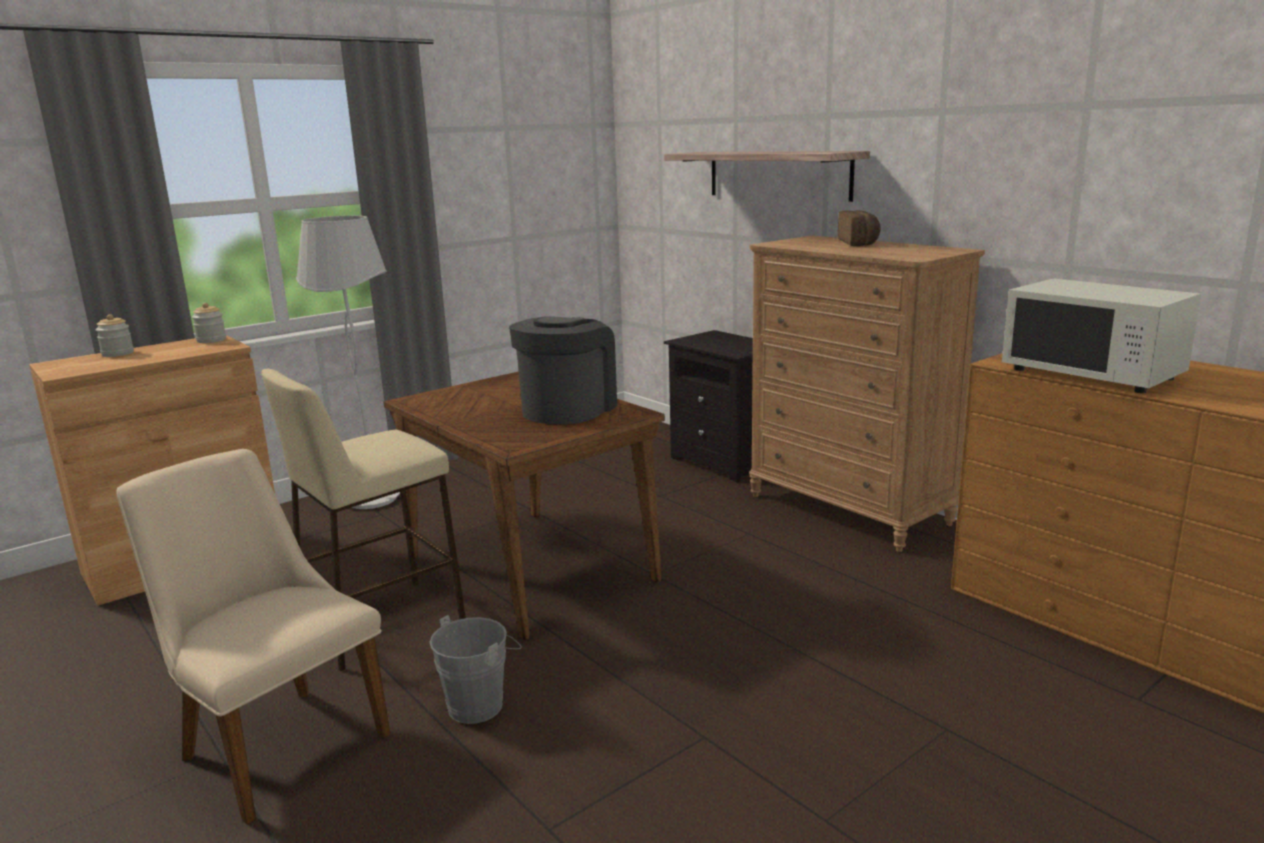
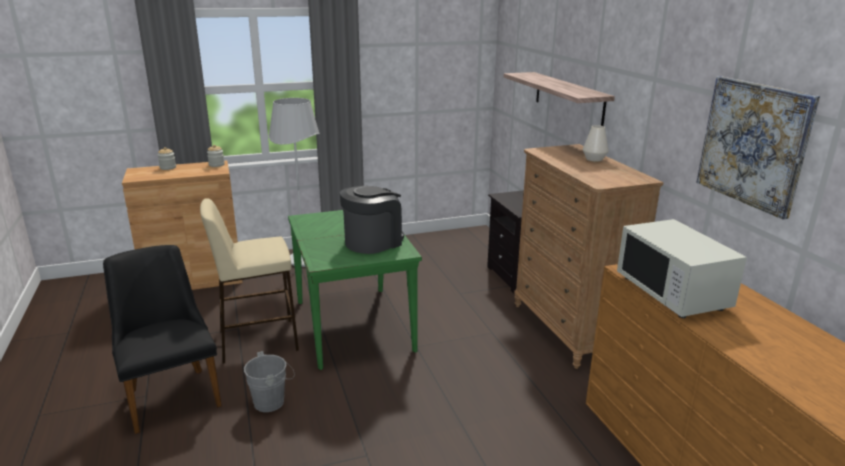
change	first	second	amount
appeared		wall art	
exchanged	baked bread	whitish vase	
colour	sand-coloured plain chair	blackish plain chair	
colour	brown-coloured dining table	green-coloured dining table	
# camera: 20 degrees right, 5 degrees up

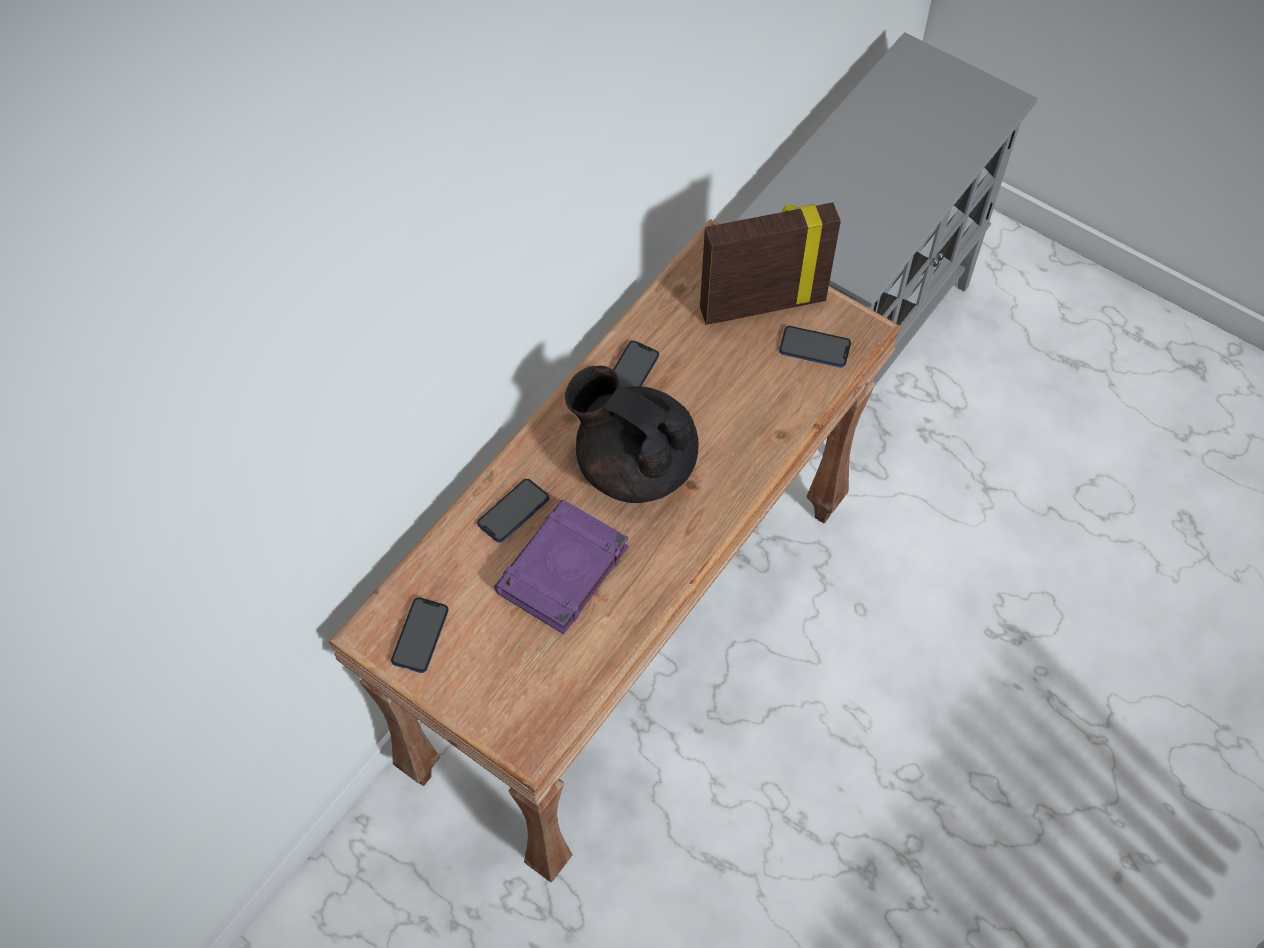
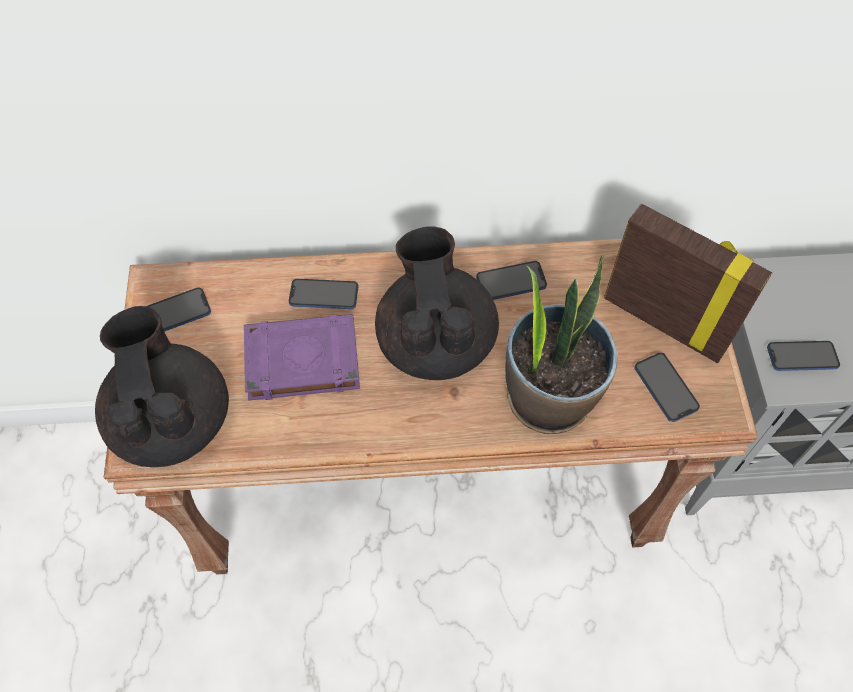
change	first	second	amount
appeared		blackish pot for tea (no. 1 from left)	
appeared		plant in a pot	
appeared		phone (no. 5 from left)	
# camera: 50 degrees right, 0 degrees up

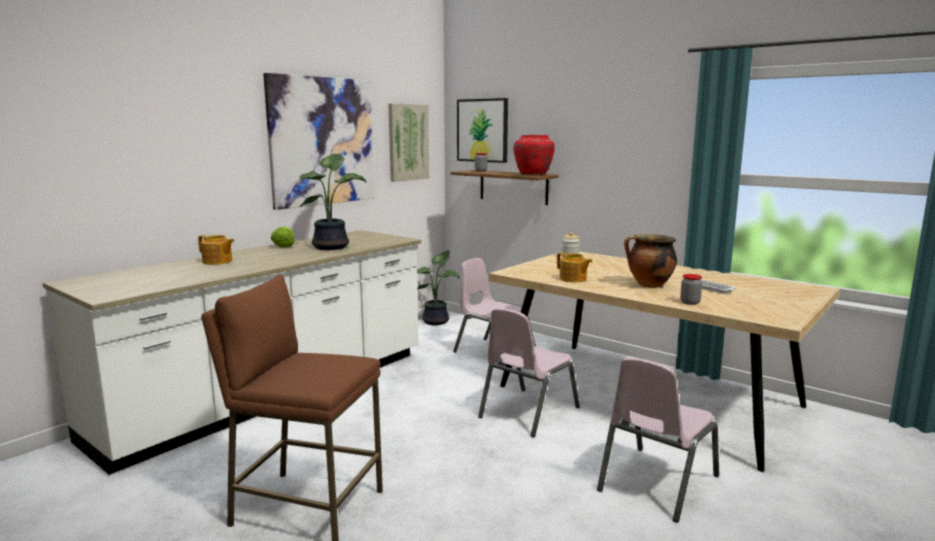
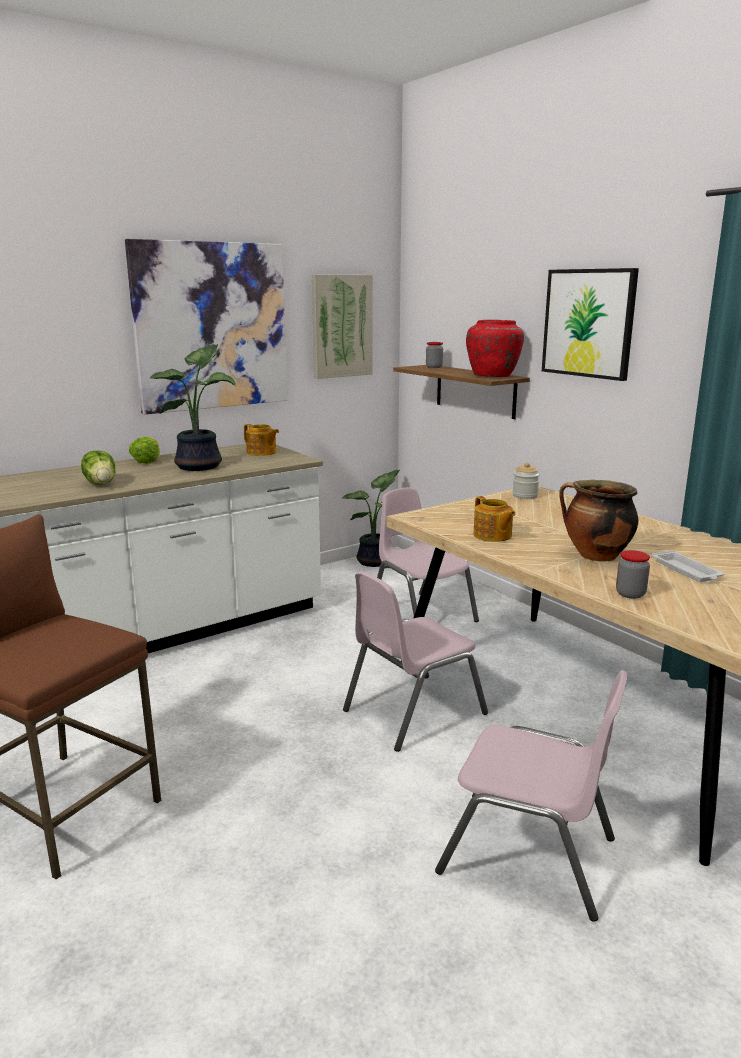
change	first	second	amount
appeared		lettuce head (no. 1 from left)	
relocated	pot for tea (no. 1 from left)		
relocated	wall art (no. 3 from left)		
spun	pink-coloured plain chair (no. 3 from left)		120 degrees counterclockwise
# camera: 15 degrees right, 5 degrees up

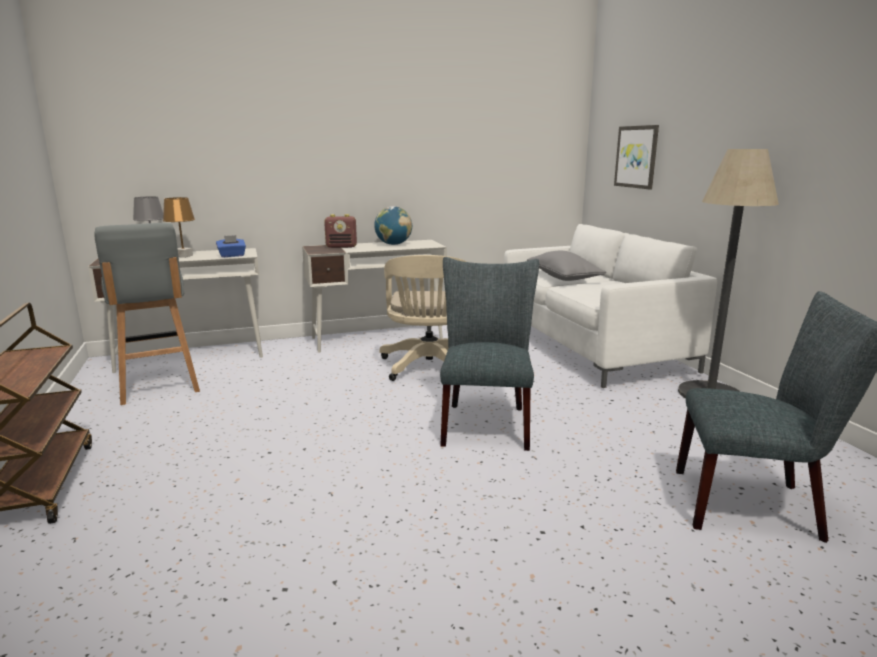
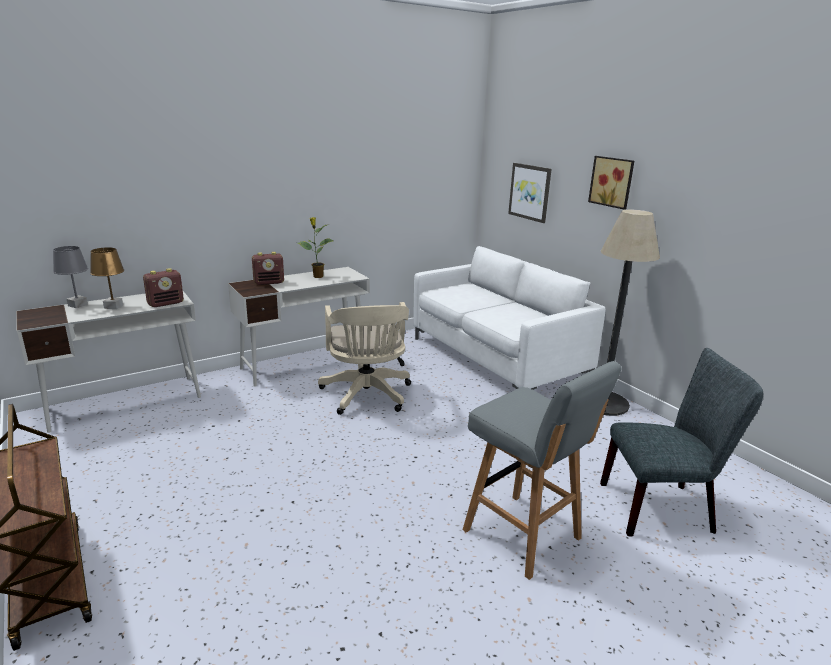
change	first	second	amount
missing	greyish plain chair (no. 1 from left)		
missing	greyish pillow		
appeared		wall art (no. 2 from left)	
relocated	greyish stool seat		
exchanged	bluish tissue holder	radio (no. 1 from left)	
exchanged	globe	plant in a pot	
# camera: 15 degrees left, 5 degrees up

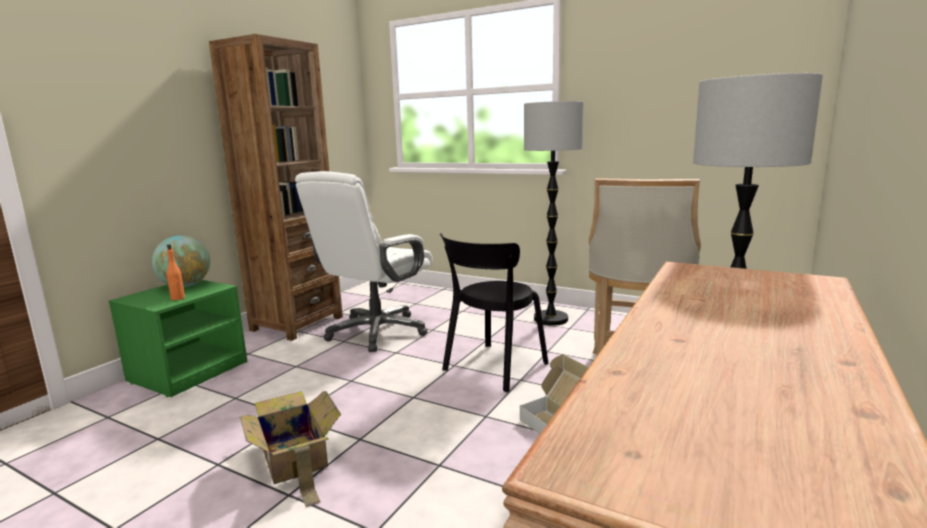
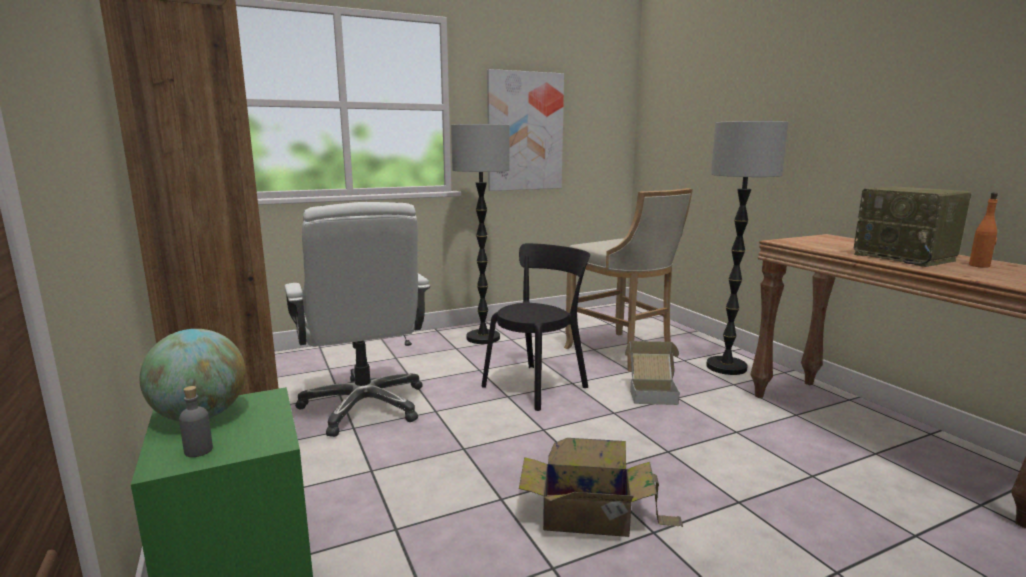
change	first	second	amount
appeared		greyish bottle	
appeared		wall art	
appeared		radio	
relocated	orange bottle		
spun	blackish plain chair		120 degrees counterclockwise
# camera: 55 degrees left, 0 degrees up

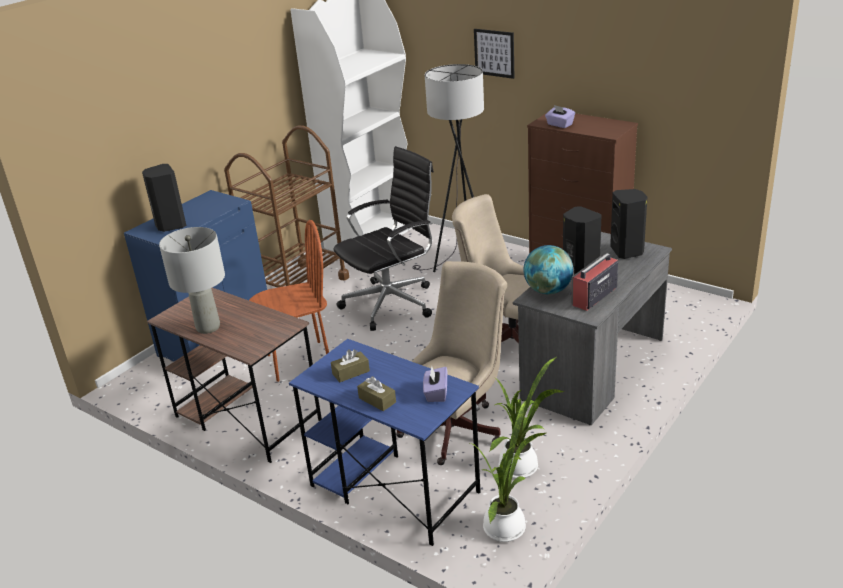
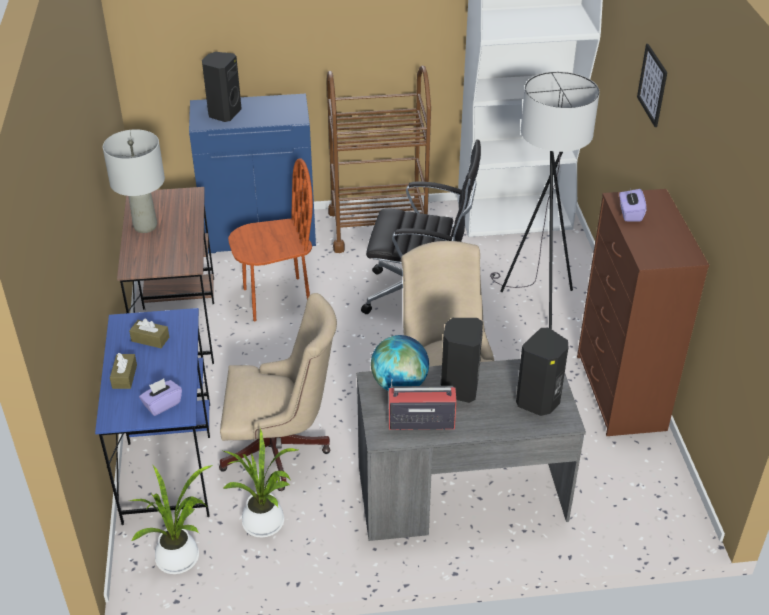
change	first	second	amount
spun	brown-coloured plain chair		45 degrees counterclockwise
# camera: 45 degrees right, 10 degrees up

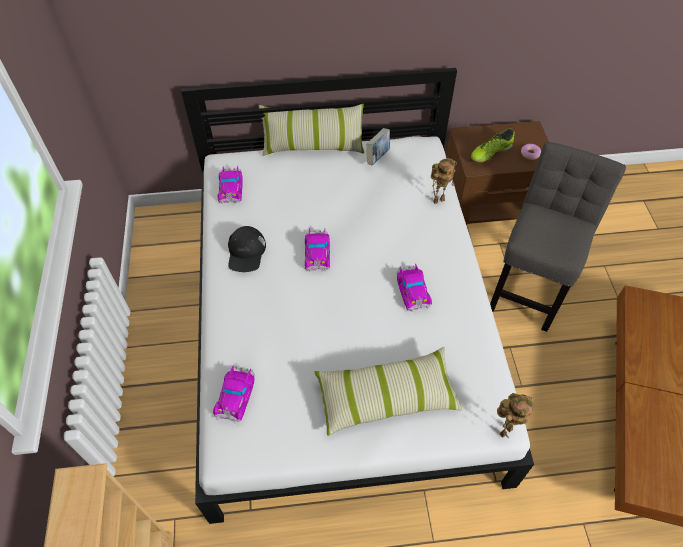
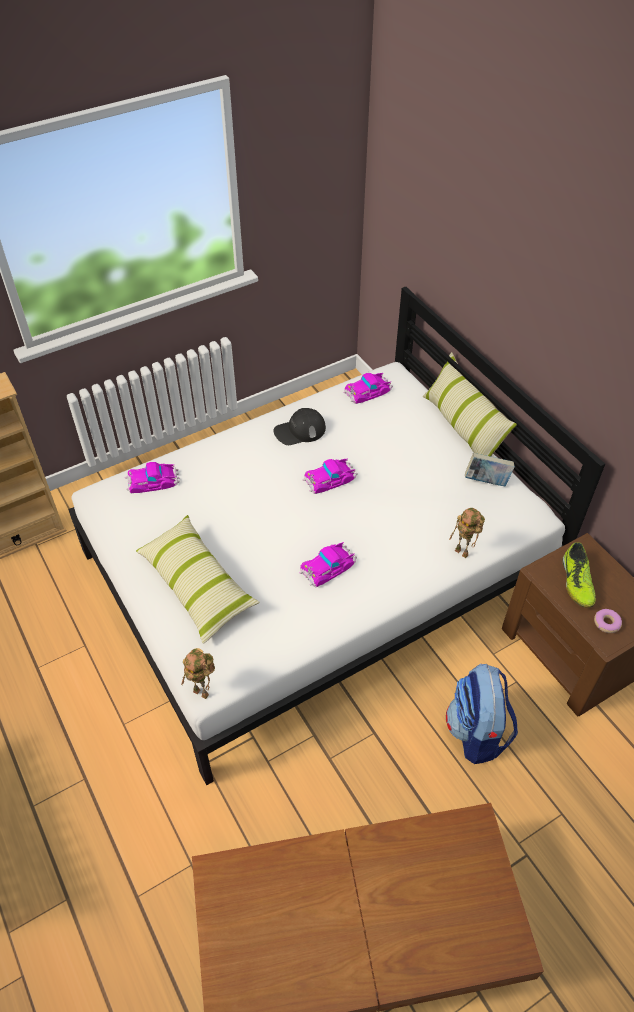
change	first	second	amount
exchanged	greyish plain chair	backpack	
spun	shoe		120 degrees counterclockwise
# camera: 65 degrees right, 5 degrees down

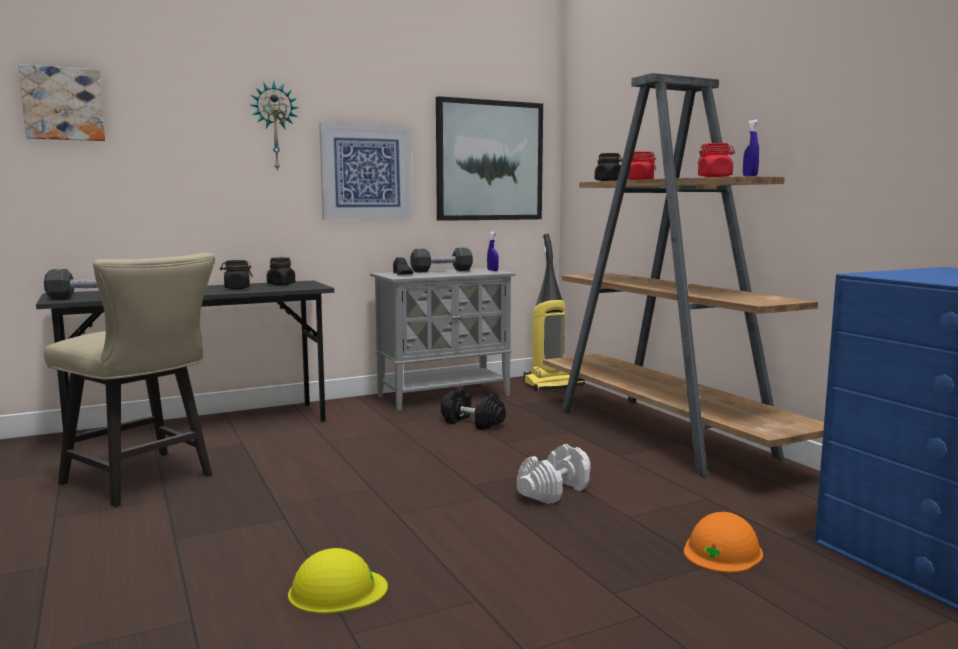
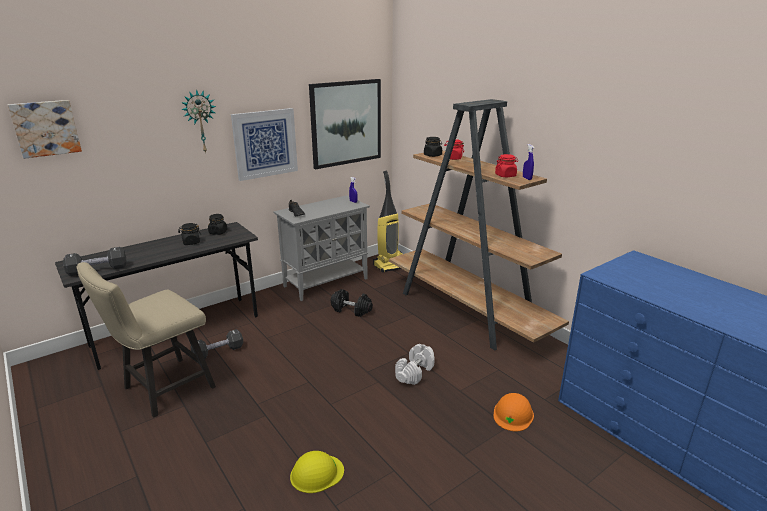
change	first	second	amount
relocated	blackish hand weight (no. 2 from left)		
spun	sand-coloured plain chair		105 degrees clockwise
# camera: 10 degrees left, 15 degrees up

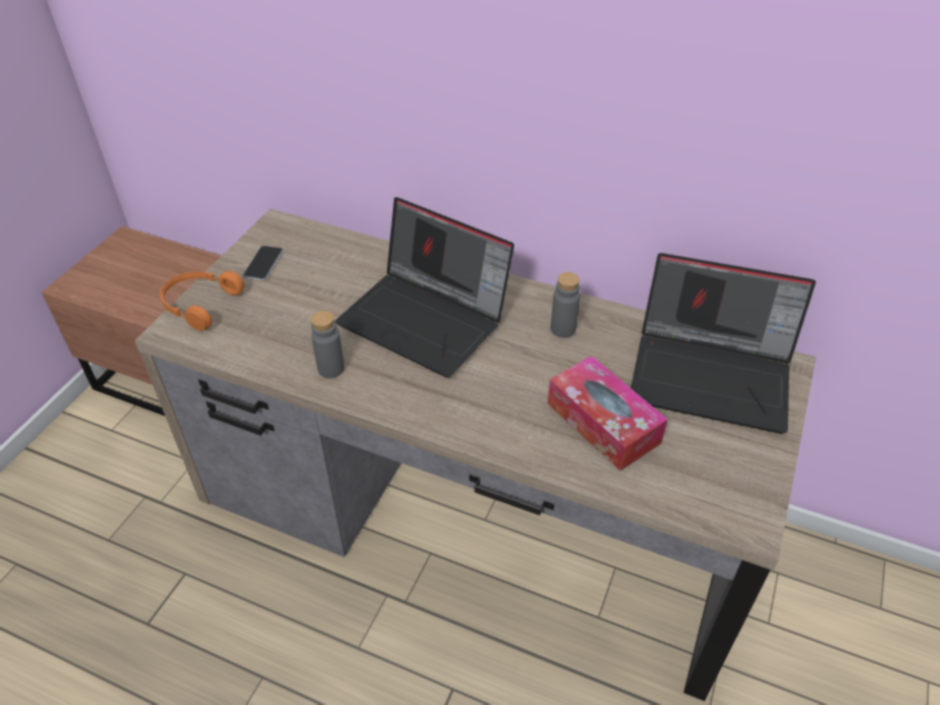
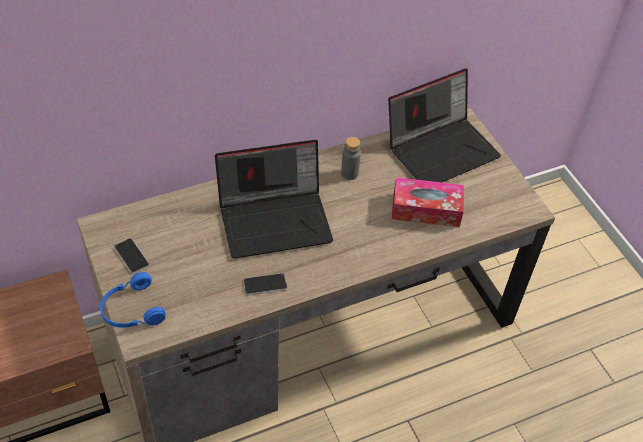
change	first	second	amount
exchanged	greyish bottle (no. 1 from left)	phone (no. 2 from left)	
colour	orange headset	bluish headset	
# camera: 50 degrees left, 5 degrees up

